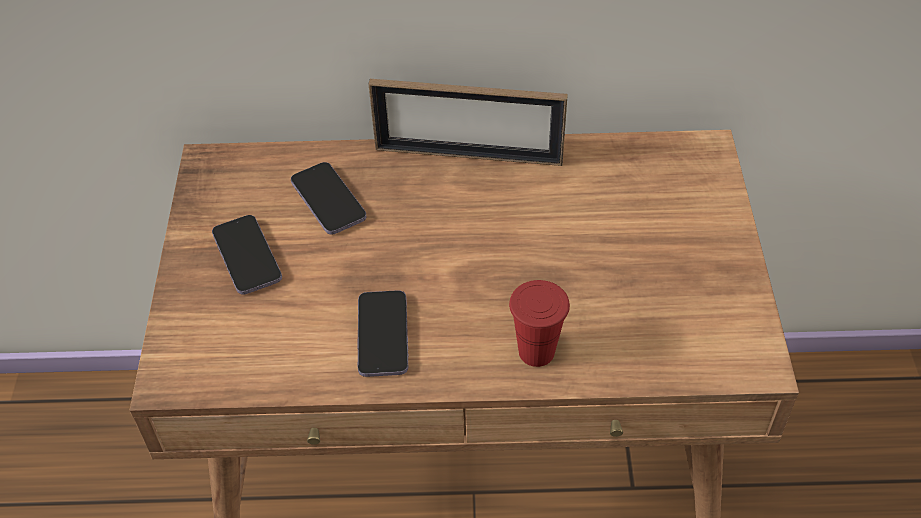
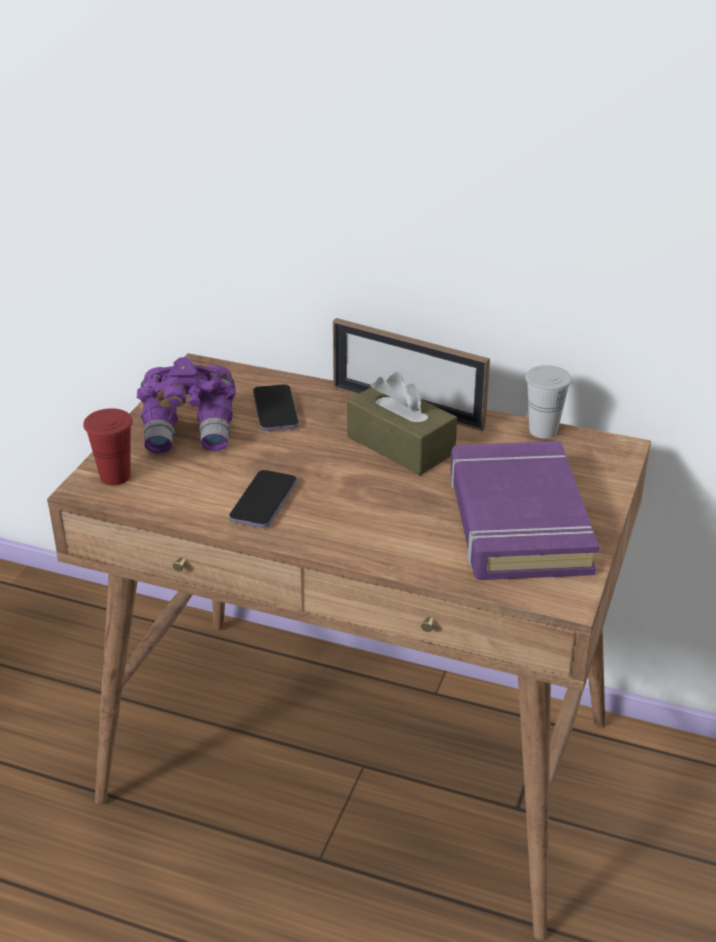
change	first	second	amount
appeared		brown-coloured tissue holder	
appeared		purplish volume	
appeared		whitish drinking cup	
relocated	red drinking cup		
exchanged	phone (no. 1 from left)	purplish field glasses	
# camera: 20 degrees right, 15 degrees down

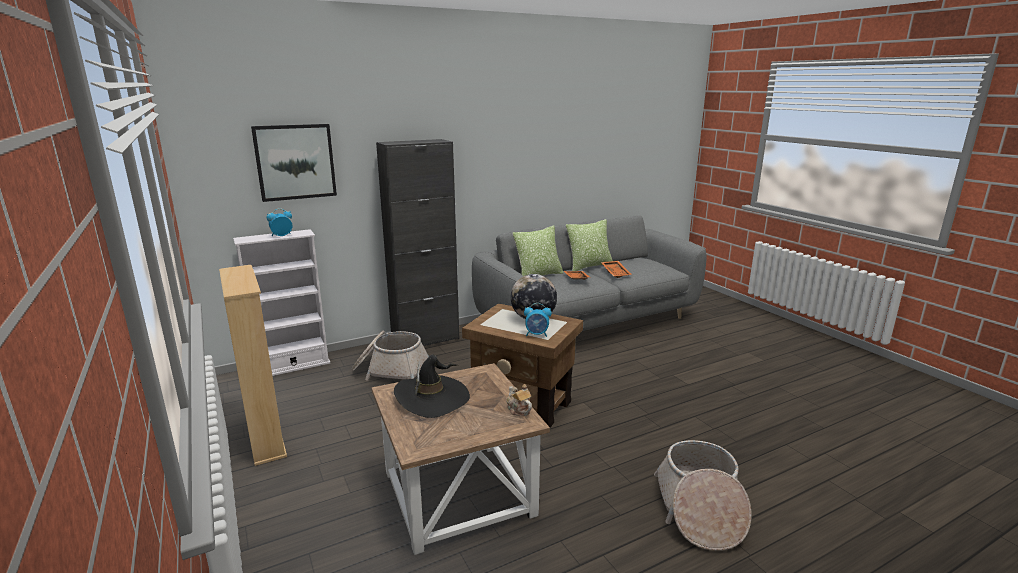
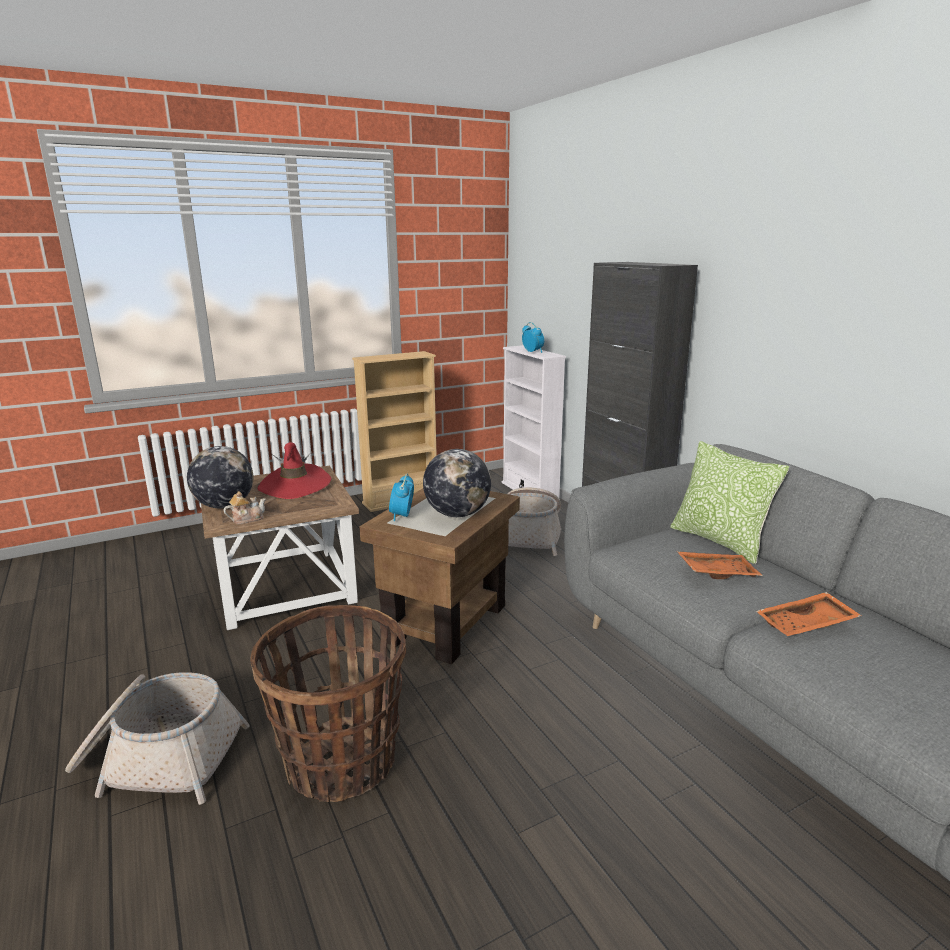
change	first	second	amount
missing	wall art		
missing	pillow (no. 2 from left)		
appeared		globe (no. 1 from left)	
appeared		basket (no. 2 from left)	
colour	blackish clothing hat	red clothing hat	
# camera: 90 degrees right, 0 degrees up

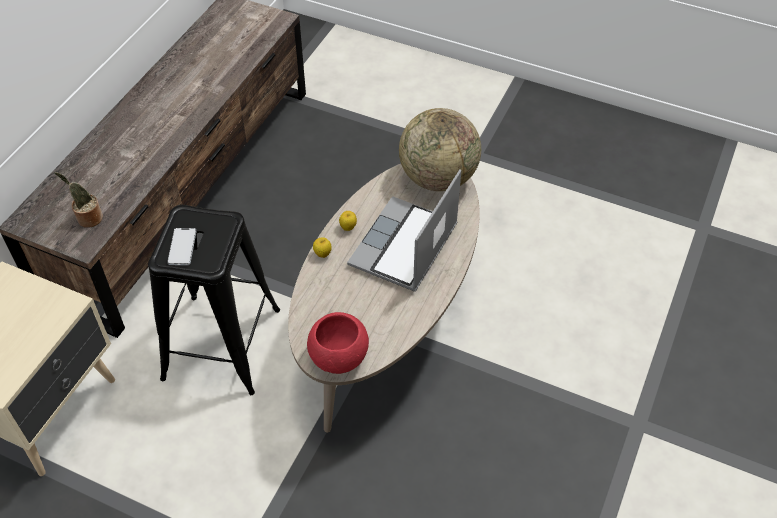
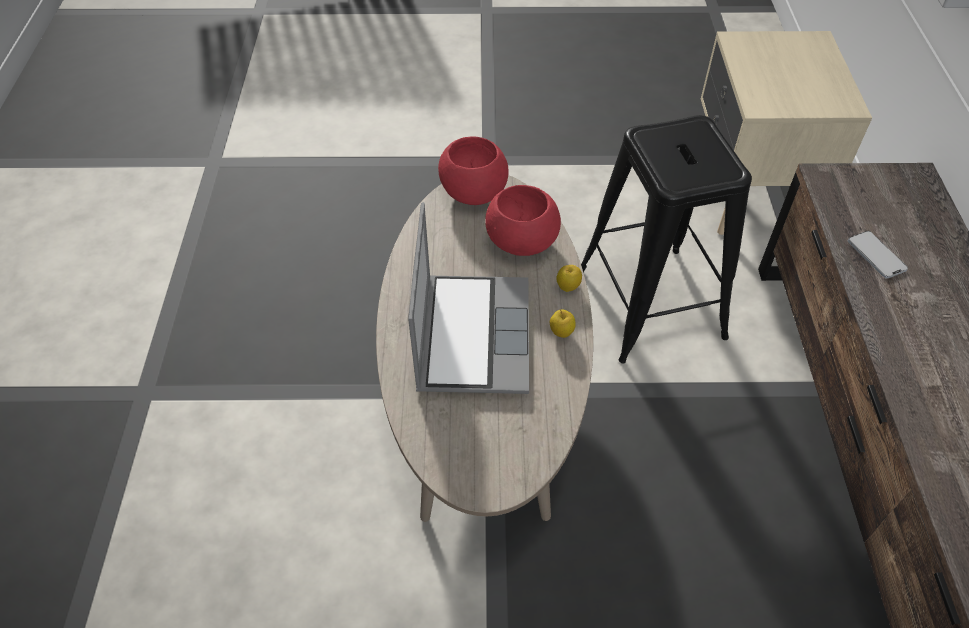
change	first	second	amount
missing	plant in a pot		
missing	globe		
appeared		red bowl (no. 2 from left)	
relocated	phone		
# camera: 155 degrees right, 0 degrees up

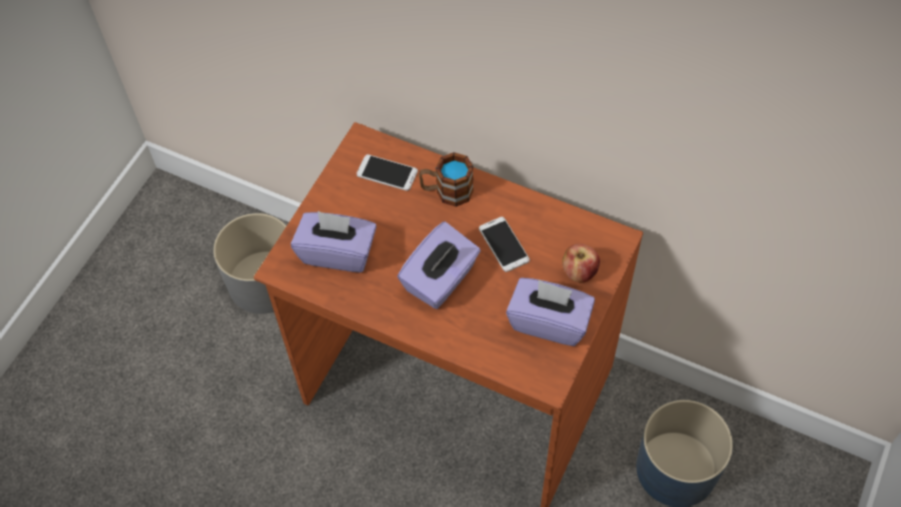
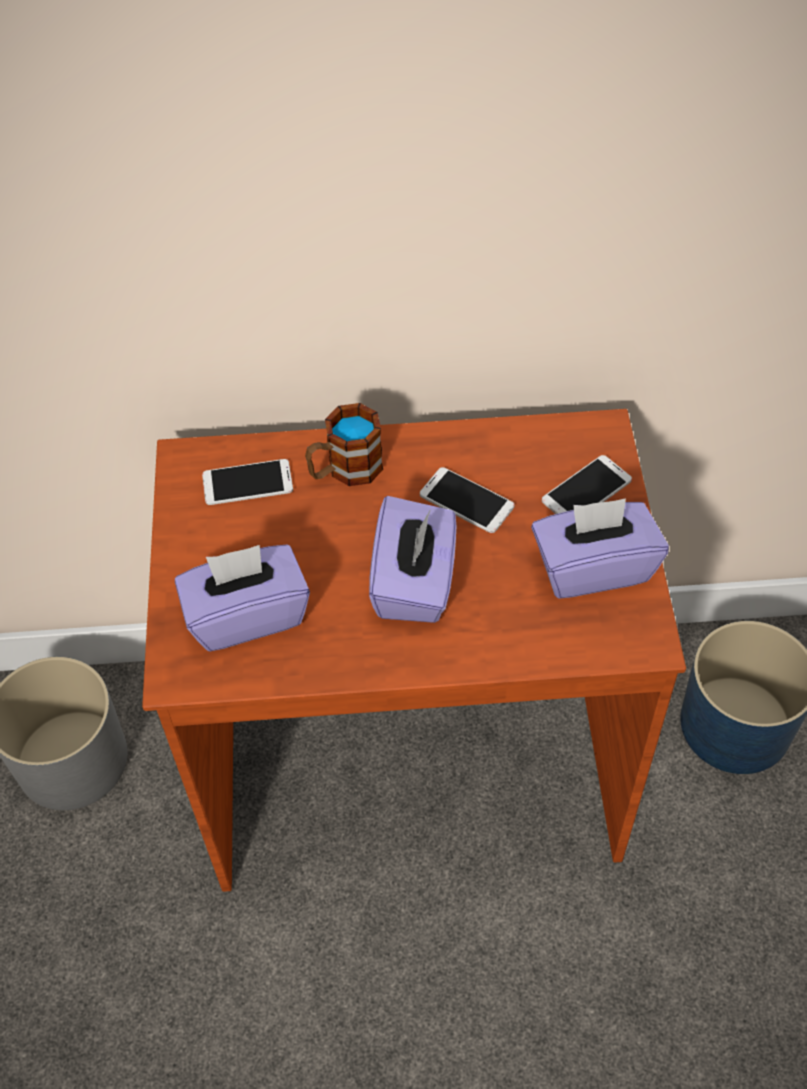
change	first	second	amount
exchanged	apple	phone (no. 3 from left)	
# camera: 30 degrees left, 5 degrees down

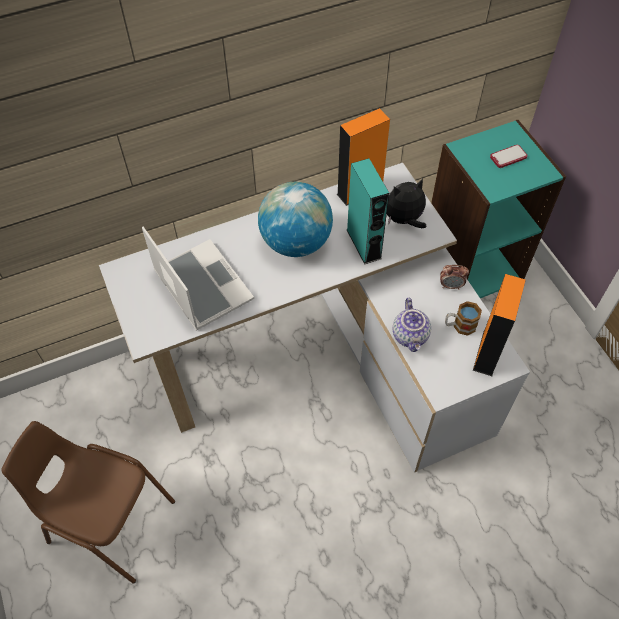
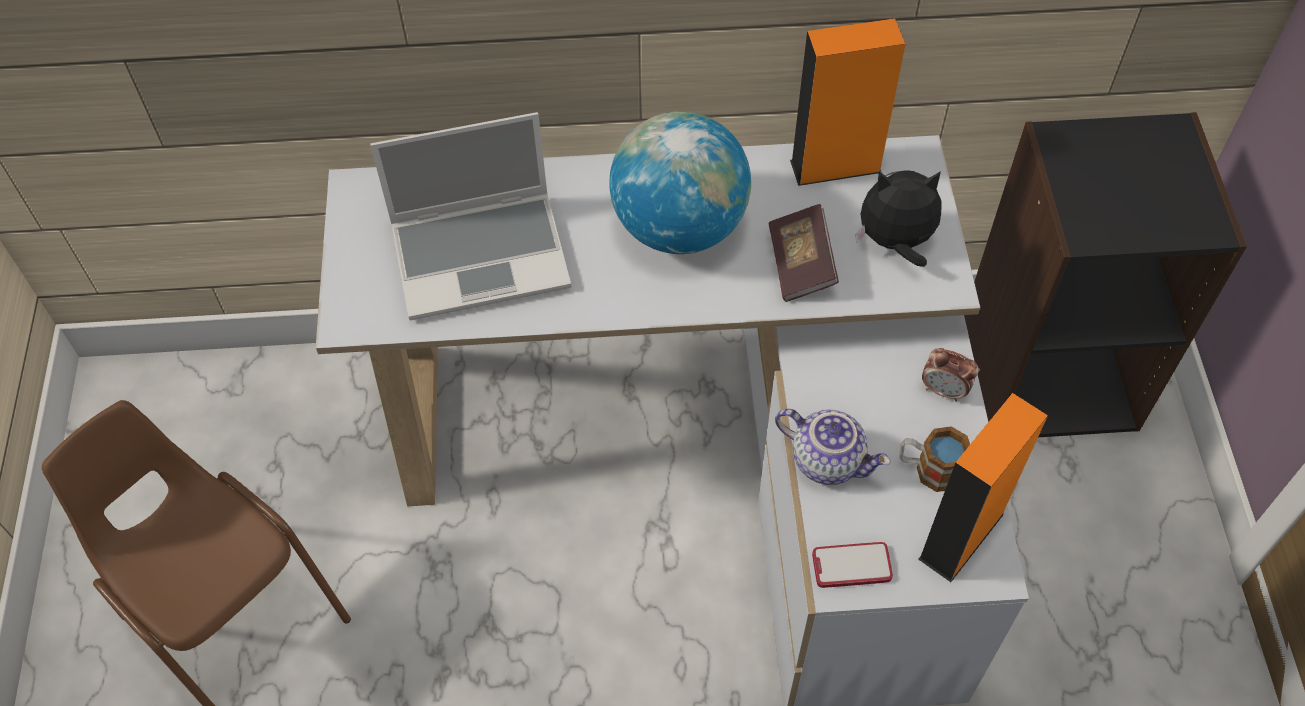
change	first	second	amount
relocated	phone		
exchanged	turquoise audio speaker	volume	
colour	turquoise bookcase	blackish bookcase	
spun	notebook computer		90 degrees clockwise
spun	pot for tea		75 degrees counterclockwise
# camera: 20 degrees right, 0 degrees up

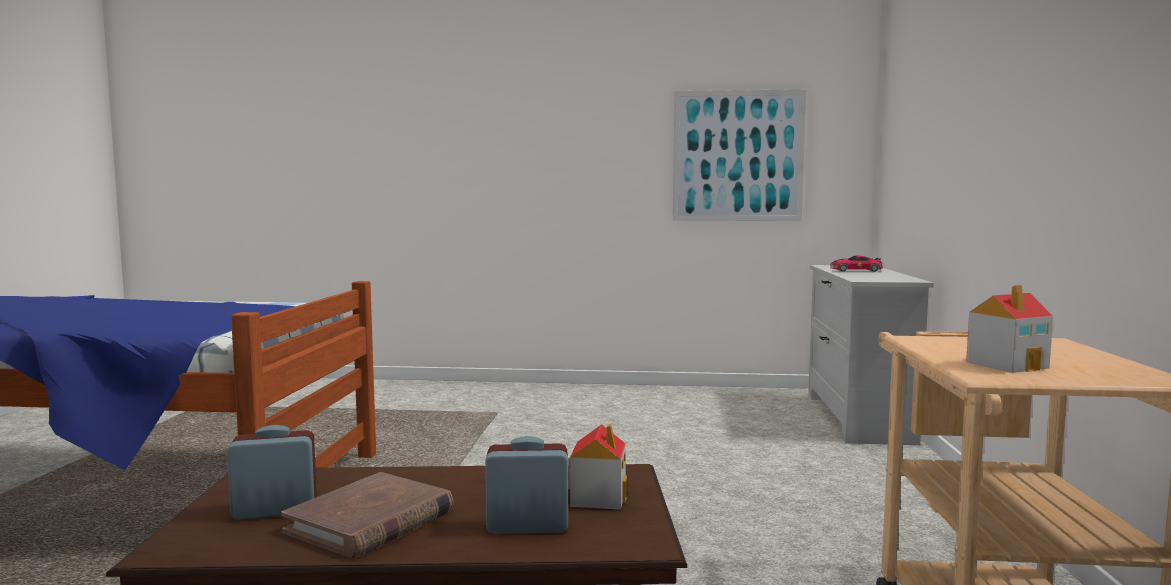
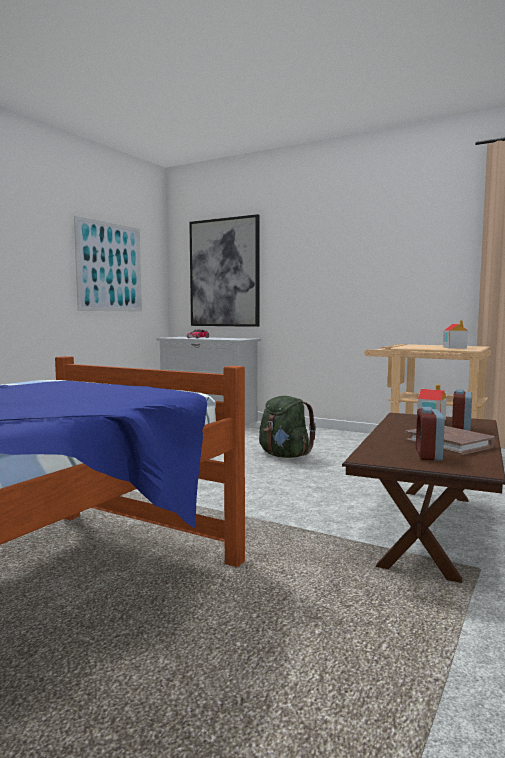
change	first	second	amount
appeared		wall art (no. 2 from left)	
appeared		green-coloured backpack	
# camera: 65 degrees left, 0 degrees up

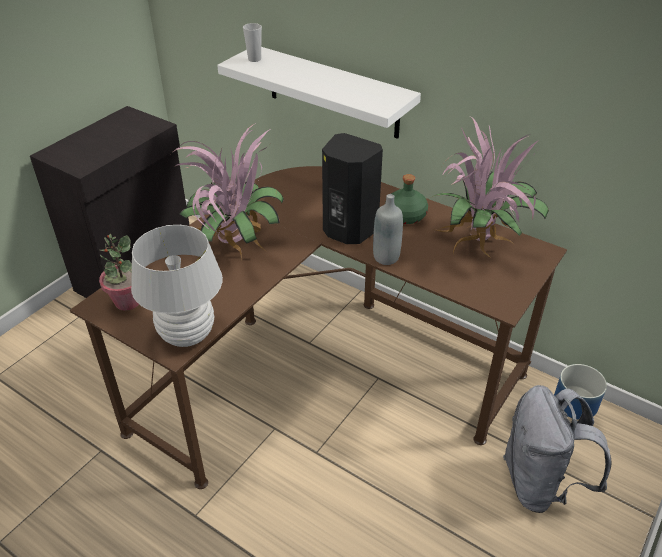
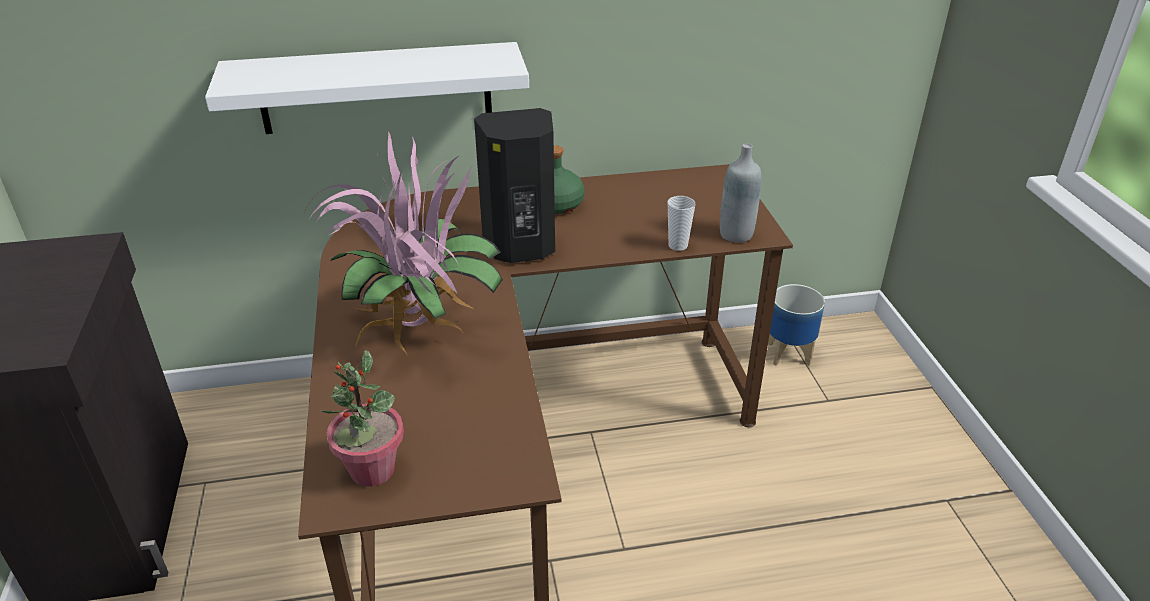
change	first	second	amount
missing	whitish tabletop lamp		
missing	plant in a pot (no. 3 from left)		
missing	greyish backpack		
relocated	drinking cup		
relocated	greyish bottle		
# camera: 45 degrees left, 5 degrees down

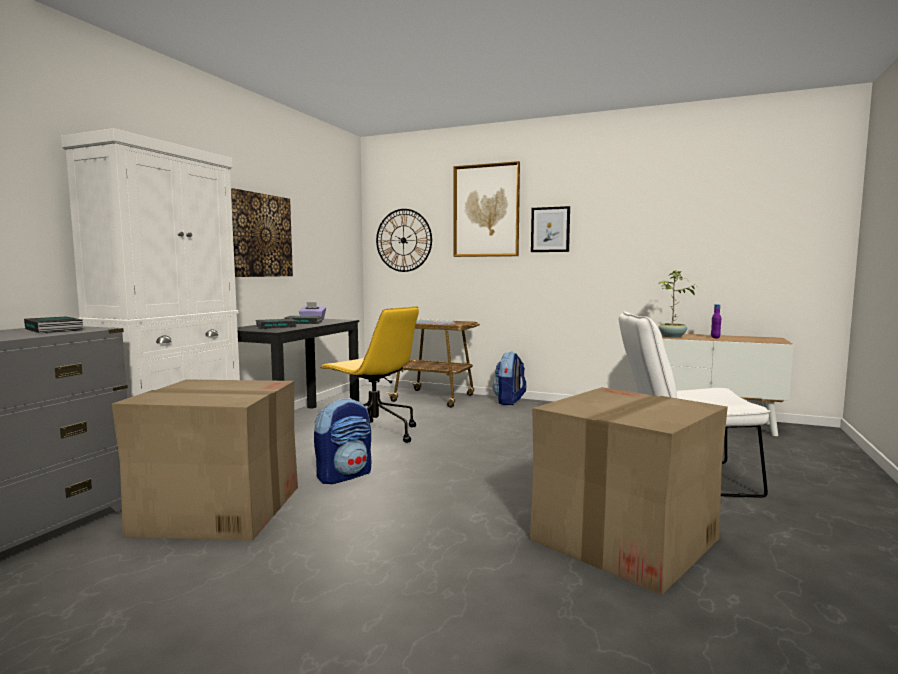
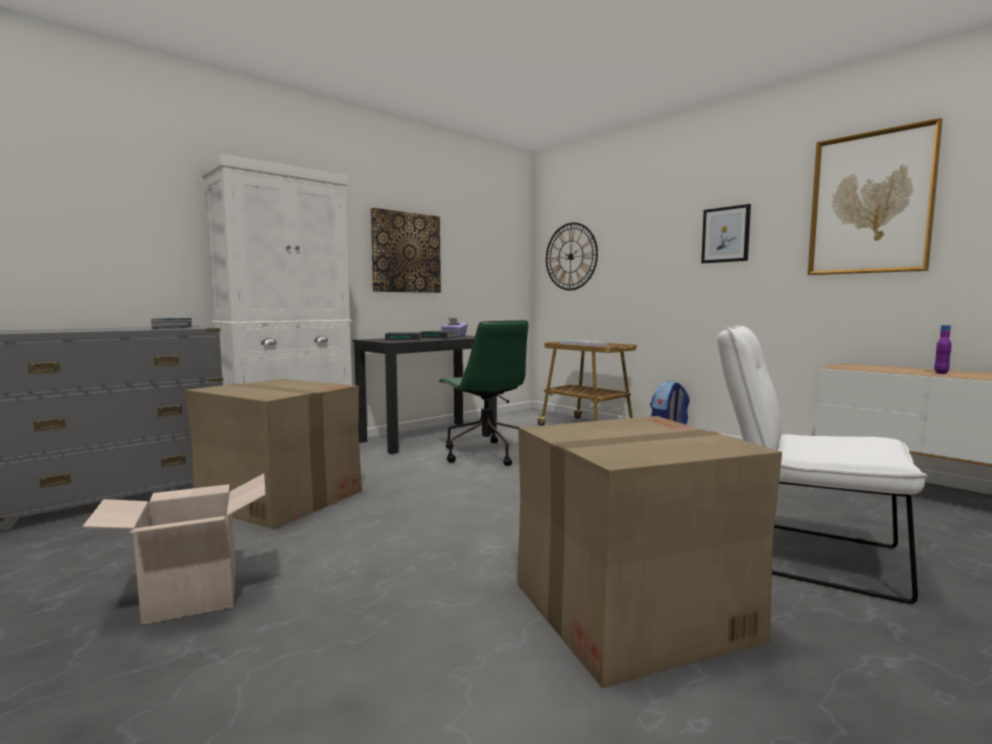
change	first	second	amount
missing	backpack (no. 1 from left)		
missing	plant in a pot		
appeared		cardboard box (no. 1 from left)	
relocated	wall art (no. 2 from left in the first image)	wall art (no. 3 from left)	
colour	yellow-coloured computer chair	green-coloured computer chair	
# camera: 25 degrees right, 0 degrees up

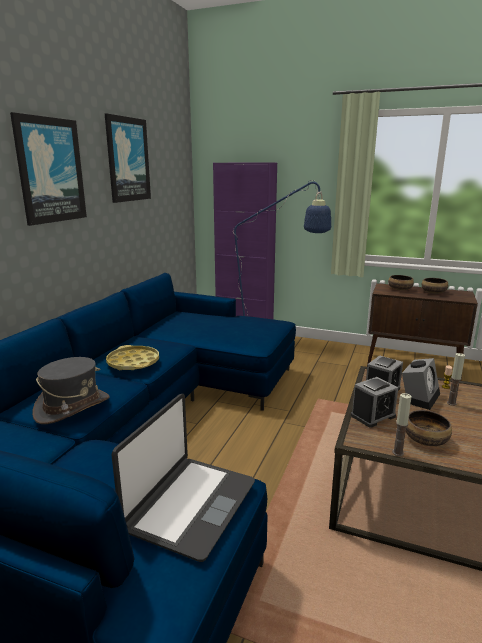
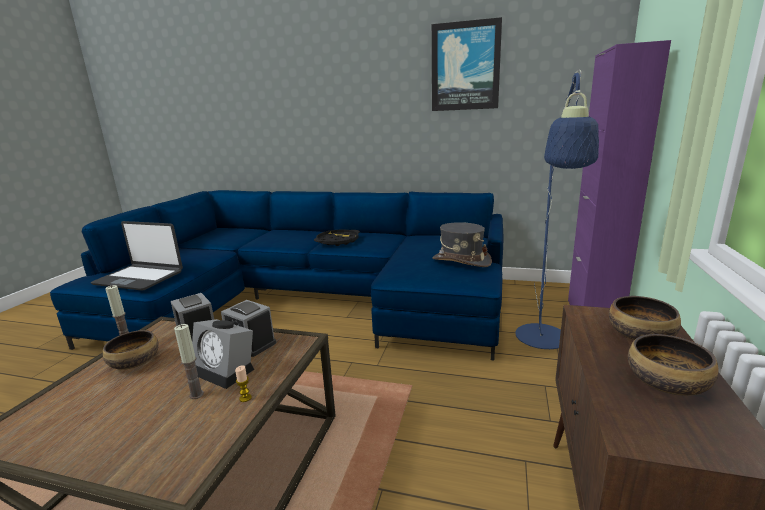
change	first	second	amount
missing	wall art (no. 1 from left)		
relocated	greyish clothing hat		
colour	yellow-coloured serving tray	blackish serving tray	
# camera: 85 degrees right, 0 degrees up

